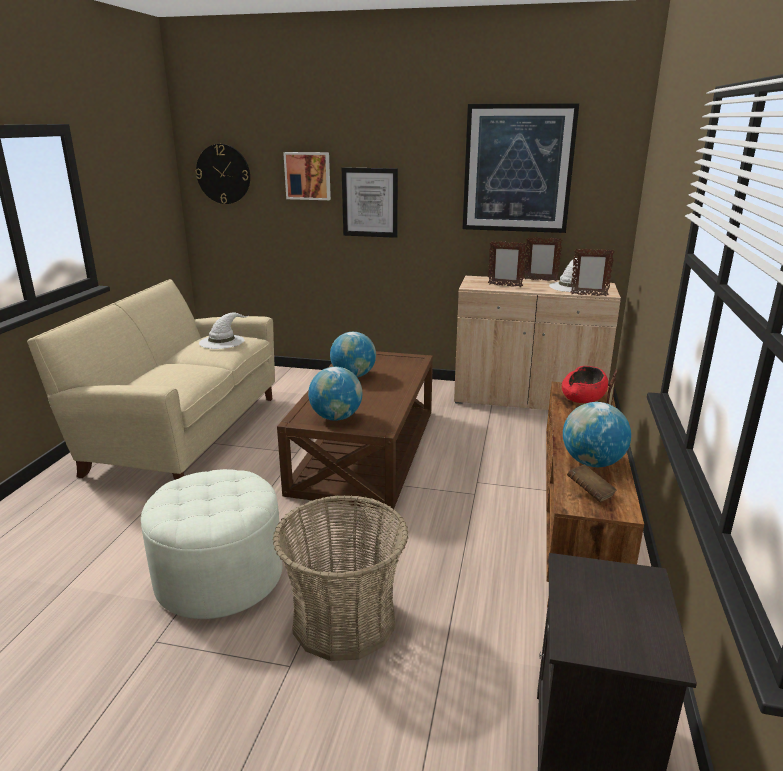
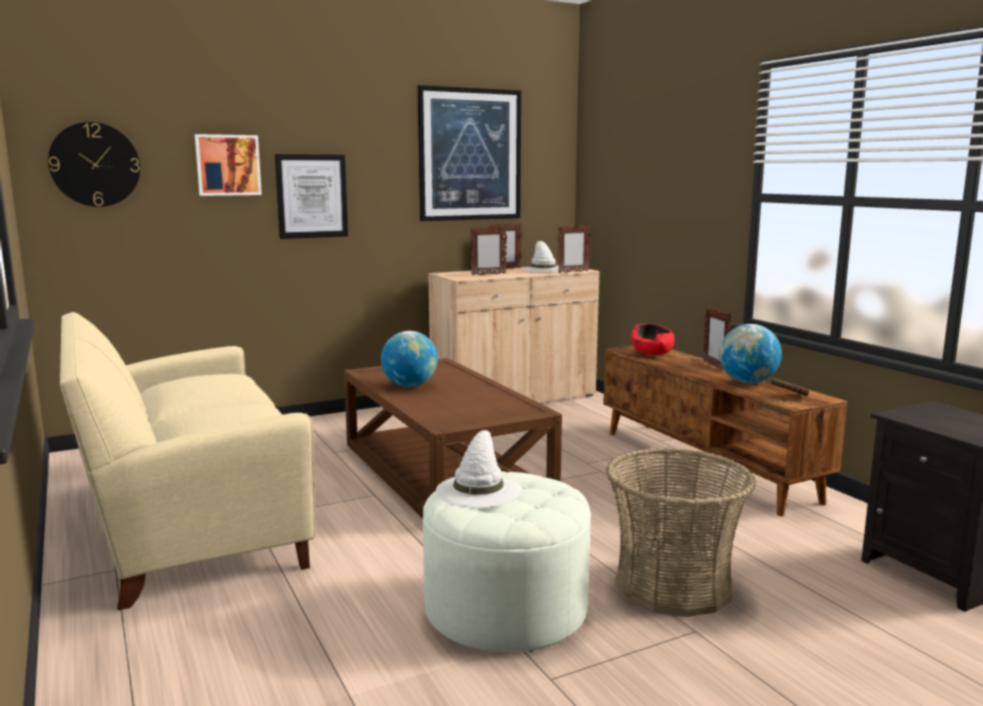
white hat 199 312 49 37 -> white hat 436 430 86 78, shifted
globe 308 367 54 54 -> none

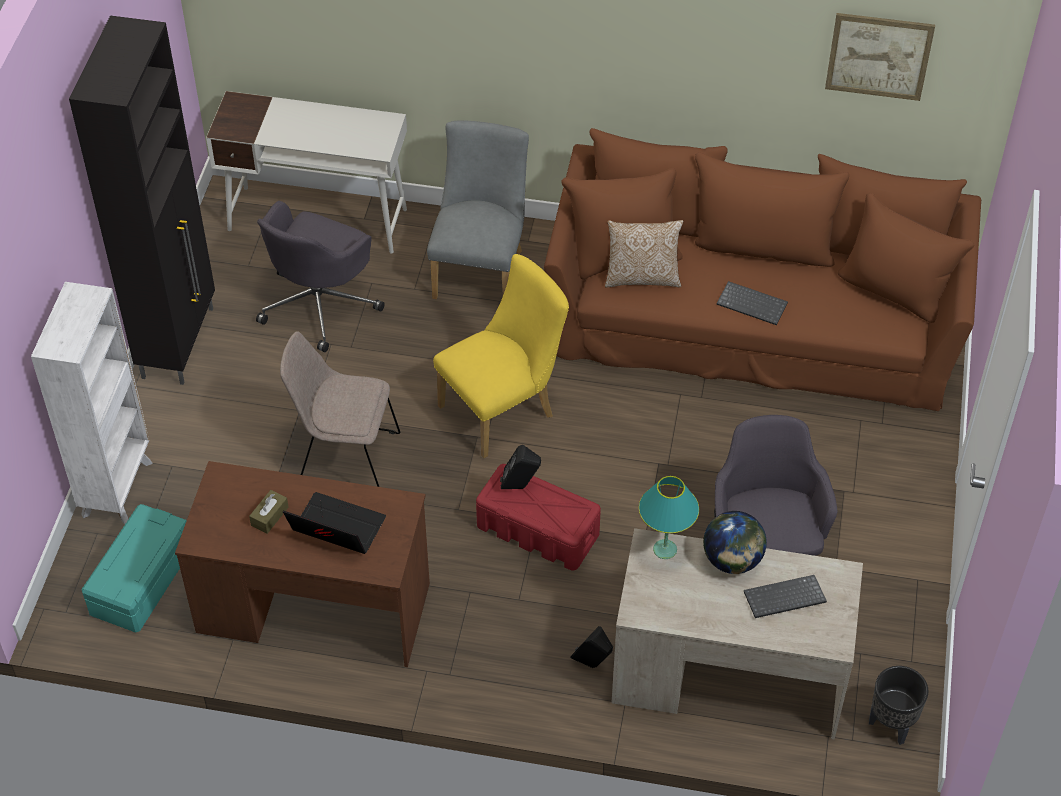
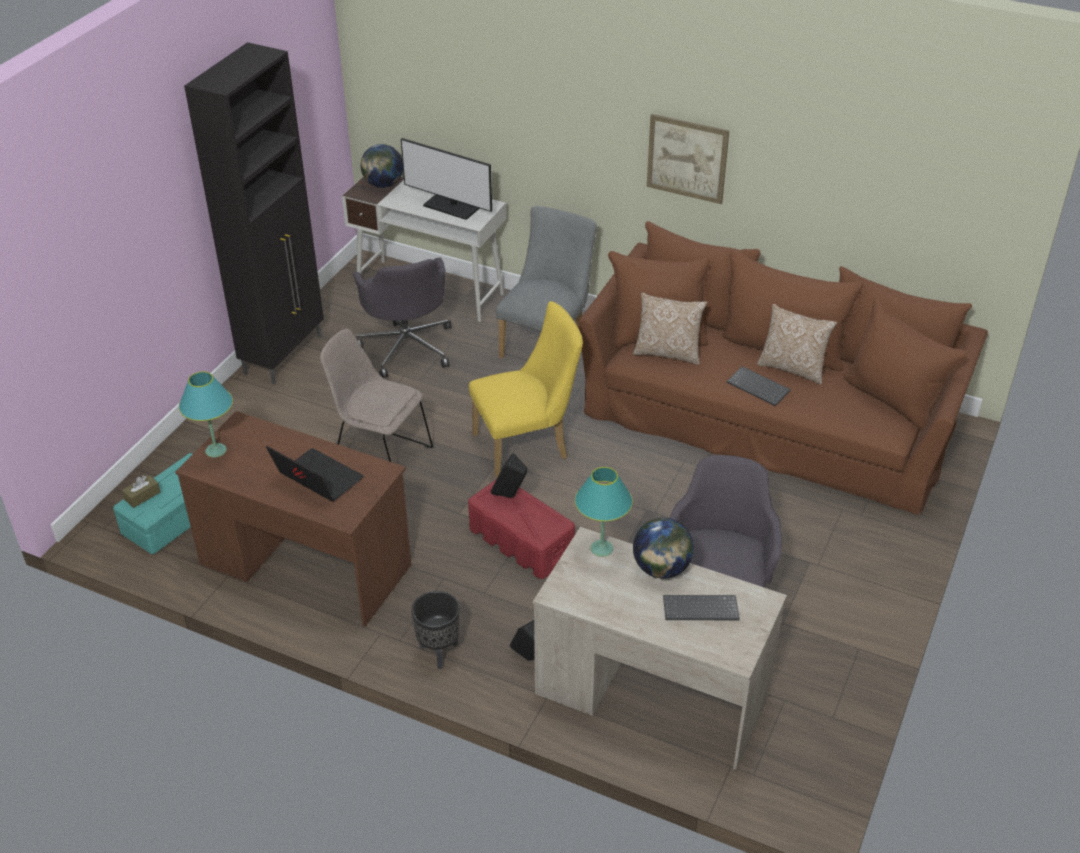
brown tissue box 249 490 40 44 -> brown tissue box 122 475 38 33, shifted
none -> turquoise table lamp 179 371 54 86
grey office chair 256 201 129 151 -> grey office chair 353 257 99 121, 60 degrees counterclockwise
none -> globe 361 144 42 44
none -> monitor 401 138 91 82
black planter 869 666 59 79 -> black planter 411 591 49 78, shifted
picture 825 13 110 88 -> picture 647 114 82 90, shifted
none -> pillow 757 304 80 81
white bookcase 31 282 122 243 -> none

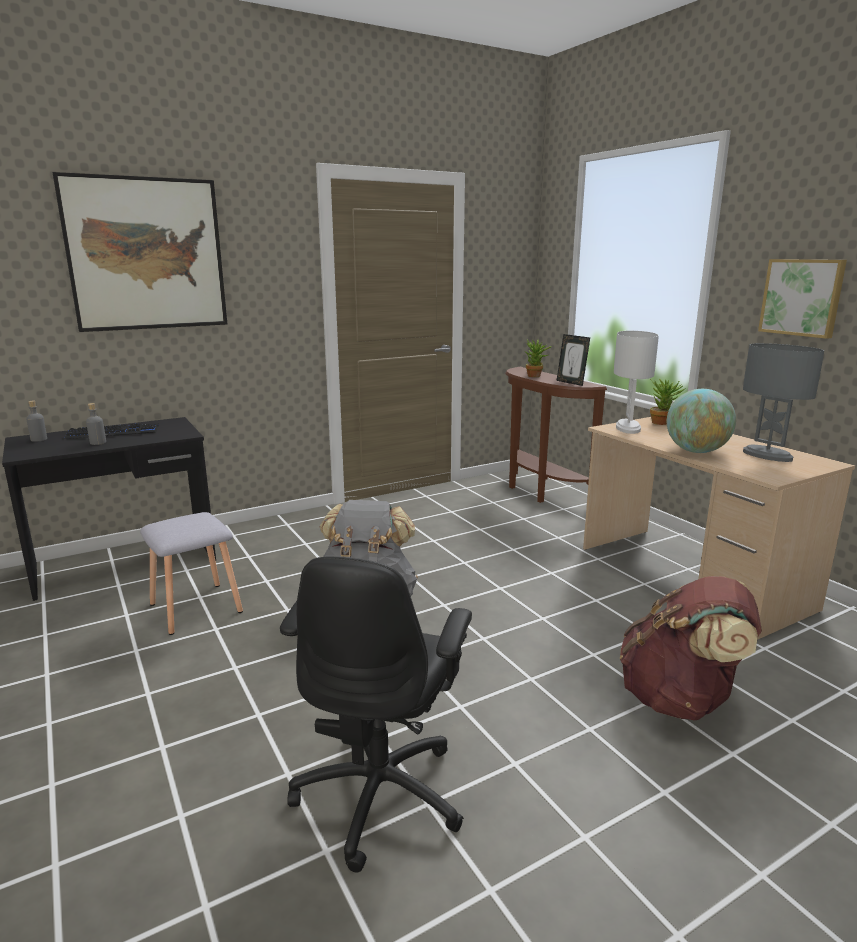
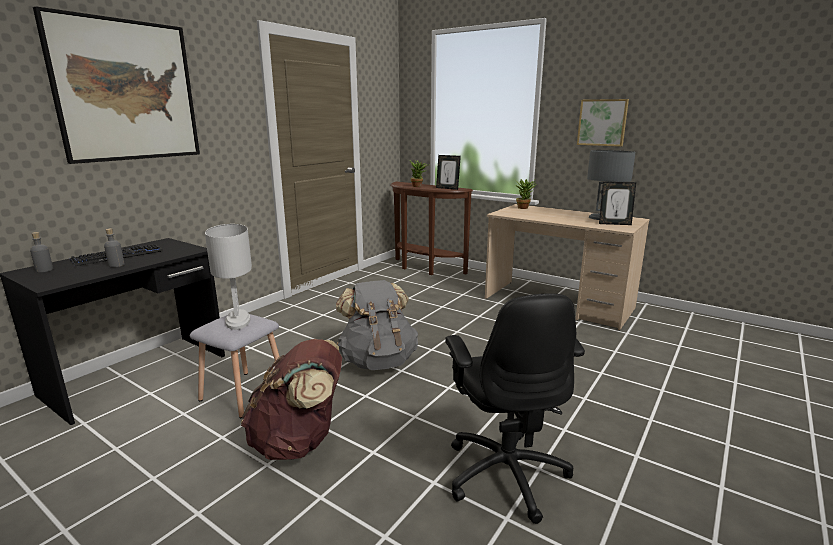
white table lamp 614 331 45 103 -> white table lamp 205 224 47 106, shifted
brown backpack 620 576 142 144 -> brown backpack 241 339 101 121, shifted
none -> picture frame 599 182 37 43
globe 667 389 69 64 -> none

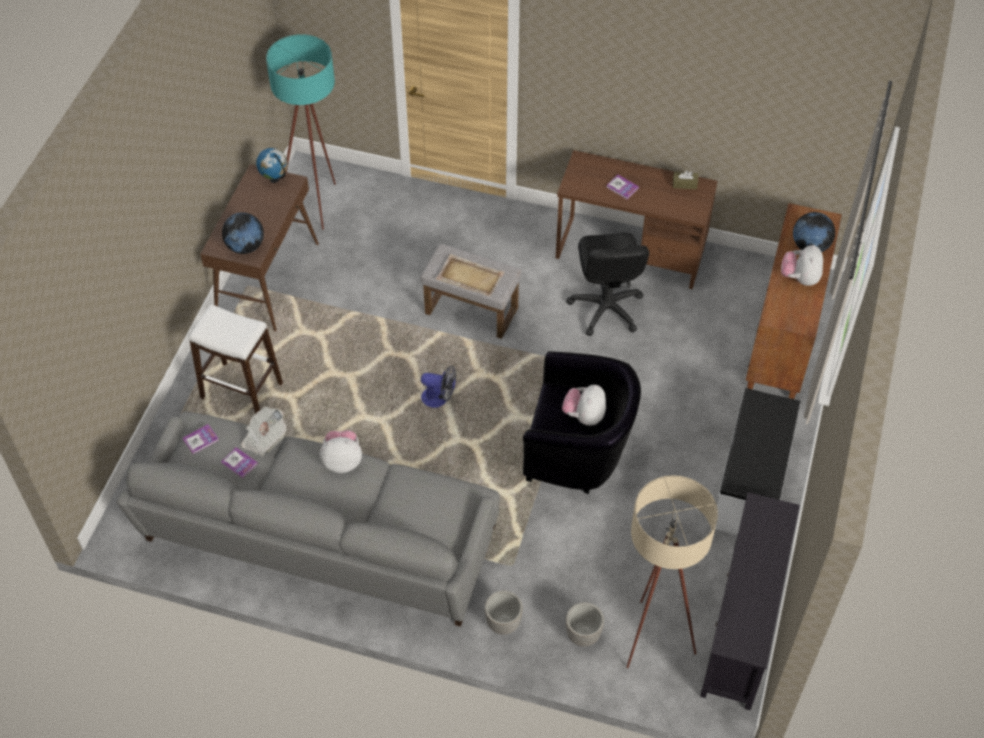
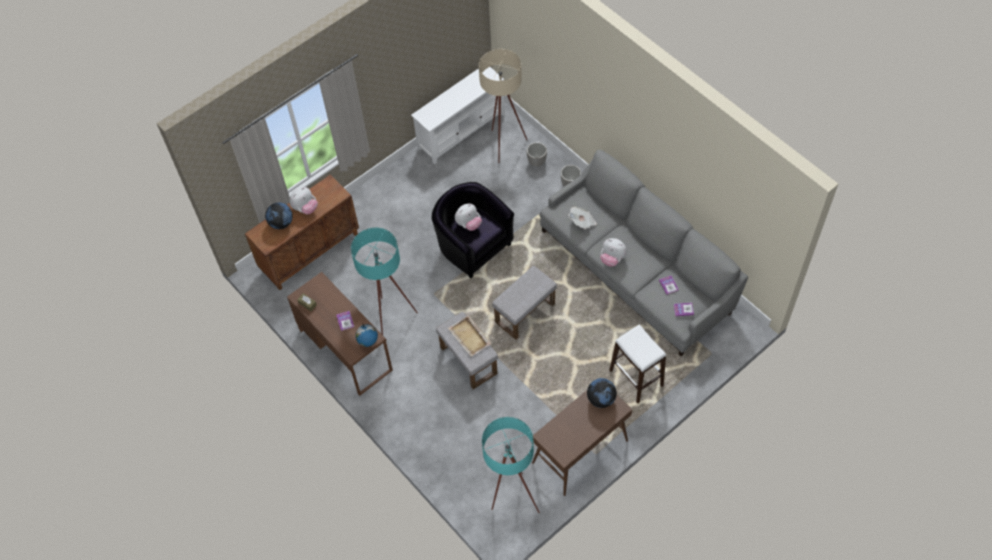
black office chair 566 233 83 103 -> turquoise floor lamp 351 227 67 108
globe 256 148 32 35 -> globe 355 324 23 23, shifted
black tv stand 700 492 100 218 -> white tv stand 411 67 93 97
fan 421 366 35 42 -> grey ottoman 492 266 65 74
newspaper 241 407 46 49 -> newspaper 568 206 29 23, shifted
white bench 715 388 86 147 -> none

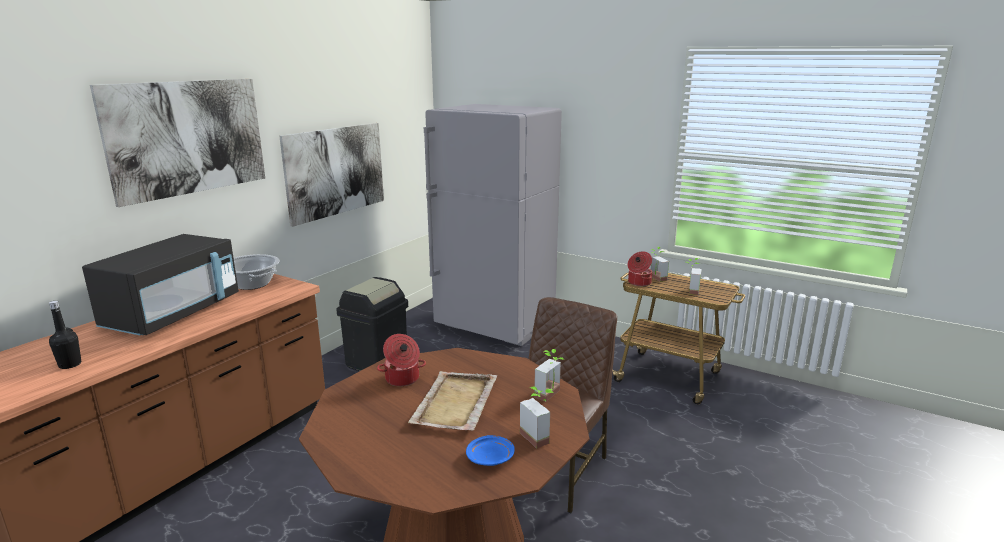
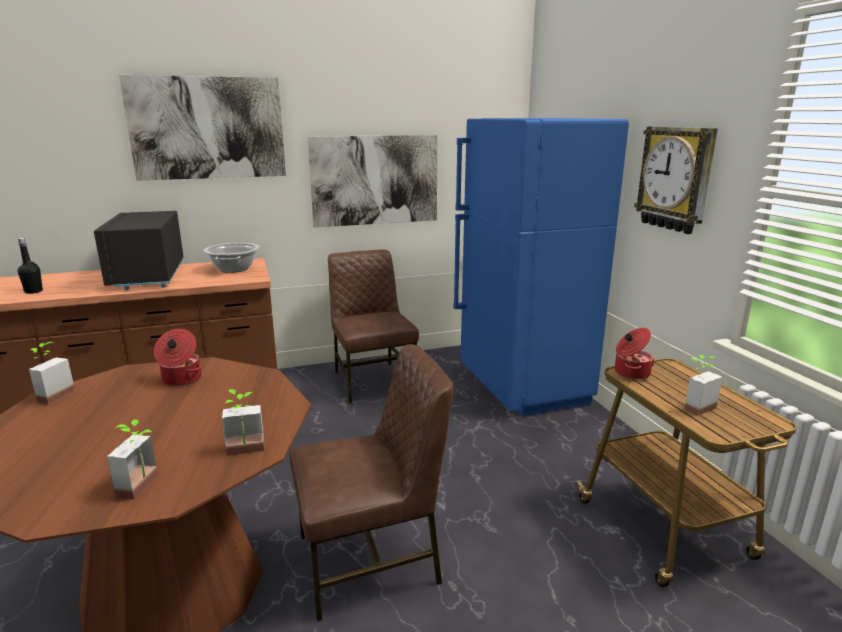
potted plant 651 247 18 35 -> potted plant 29 342 46 63, shifted
black microwave 82 234 157 101 -> black microwave 94 211 90 79, 105 degrees clockwise
black trash can 336 277 72 94 -> brown chair 328 250 91 154
grey fridge 424 104 138 242 -> blue fridge 453 118 176 298
none -> wall clock 634 126 84 108
beige tray 408 371 89 60 -> none
blue plate 466 435 49 31 -> none

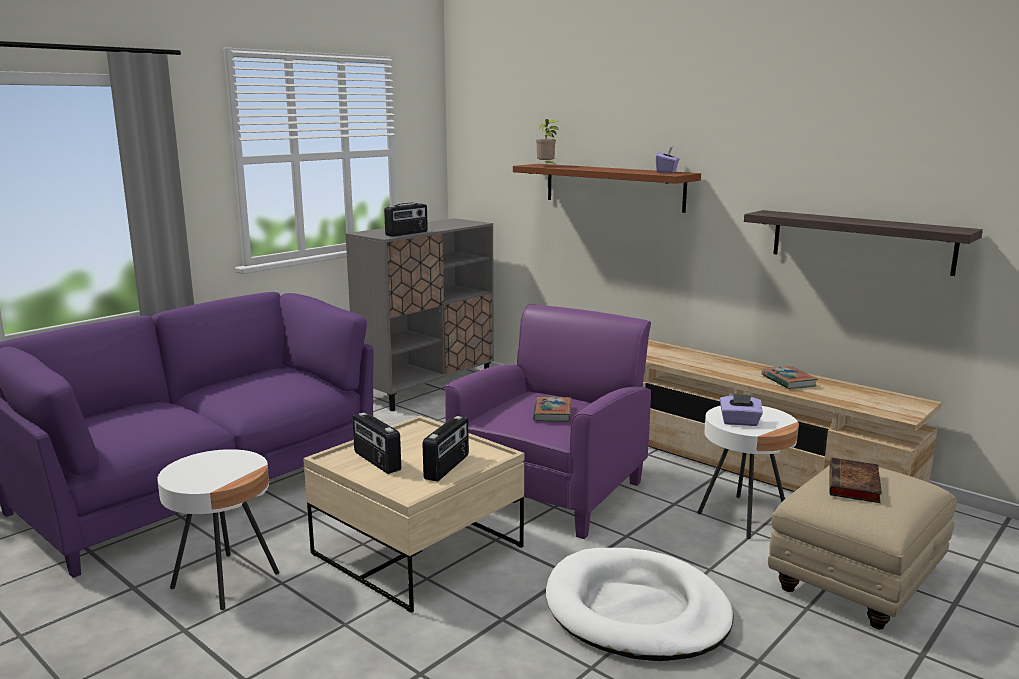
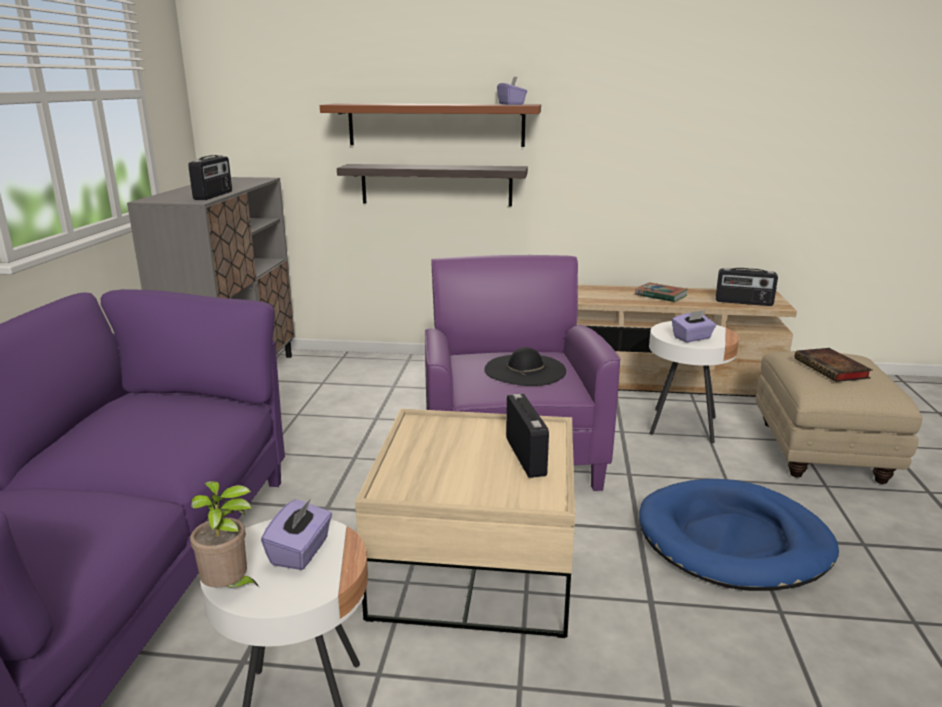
potted plant 536 119 23 47 -> potted plant 190 481 70 107, shifted
none -> purple tissue box 261 499 71 71
shelf 744 210 239 66 -> shelf 337 164 191 42, shifted
book 533 397 38 25 -> black hat 484 347 82 39
white dog bed 546 548 187 113 -> blue dog bed 639 479 200 112
radio 352 412 49 62 -> radio 716 268 62 38, shifted

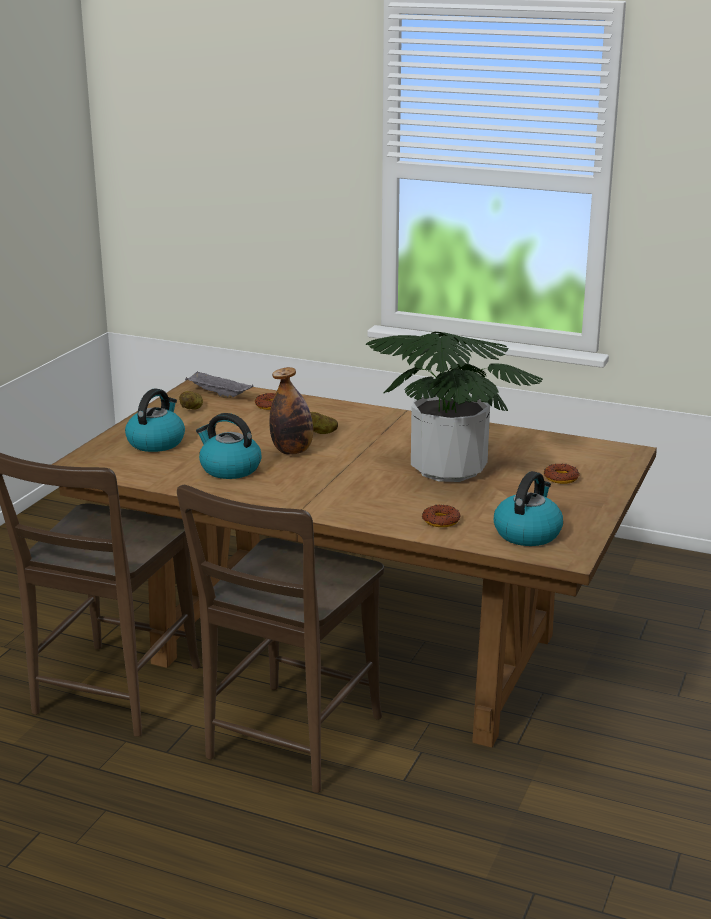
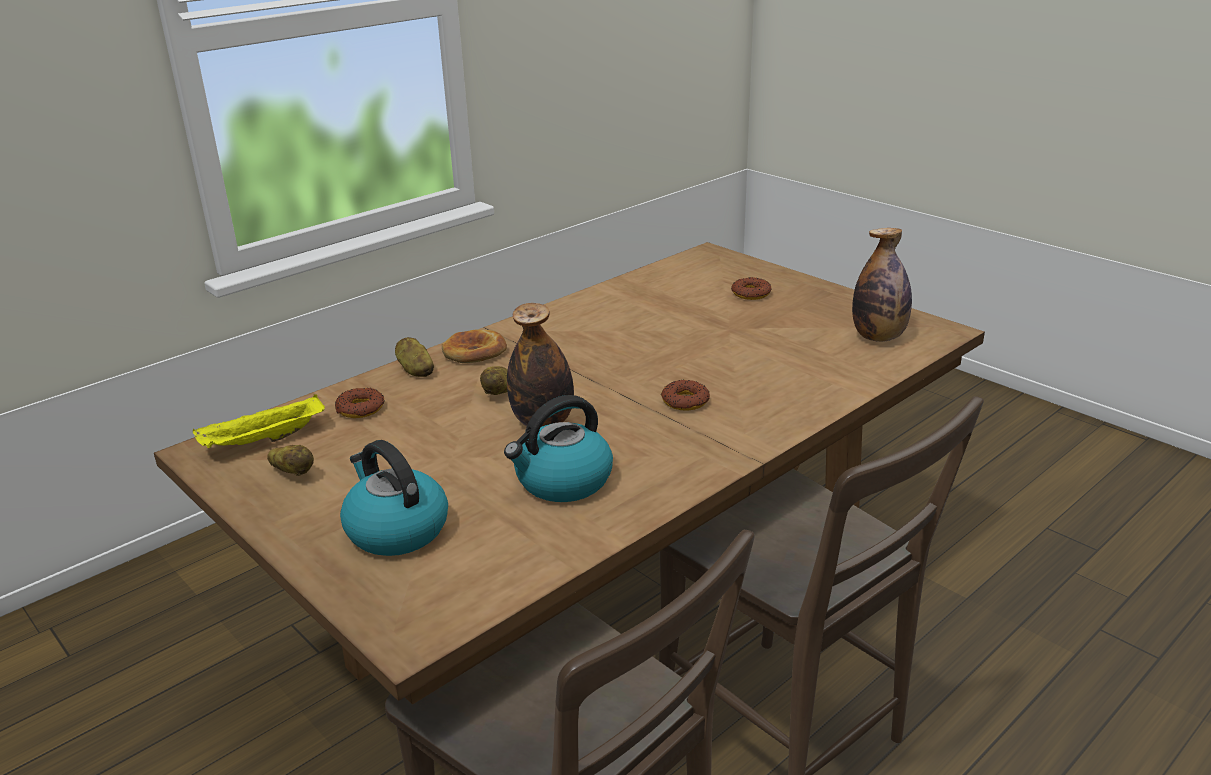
grey tray 185 371 68 27 -> yellow tray 193 394 132 54
none -> potato 395 337 39 40
none -> bread 442 330 65 33
donut 422 504 38 23 -> donut 660 380 50 31, shifted
kettle 494 471 69 75 -> bottle 852 228 60 114
potted plant 366 332 177 150 -> none

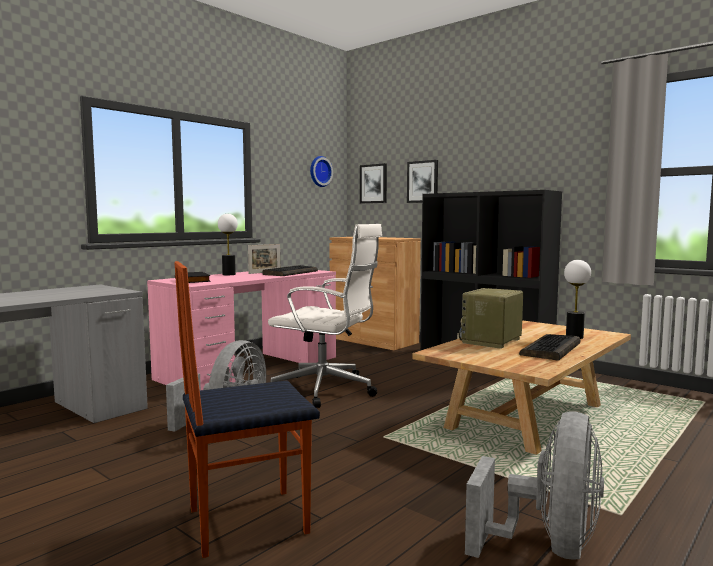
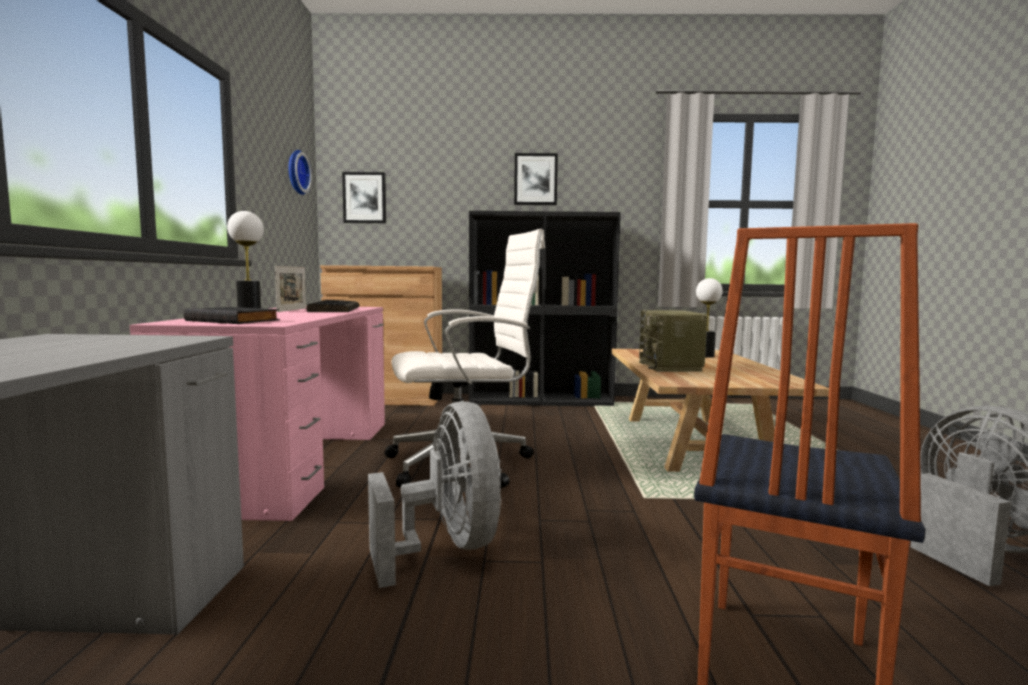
picture 407 160 31 43 -> picture 514 153 44 52, shifted
keyboard 519 334 61 27 -> none

